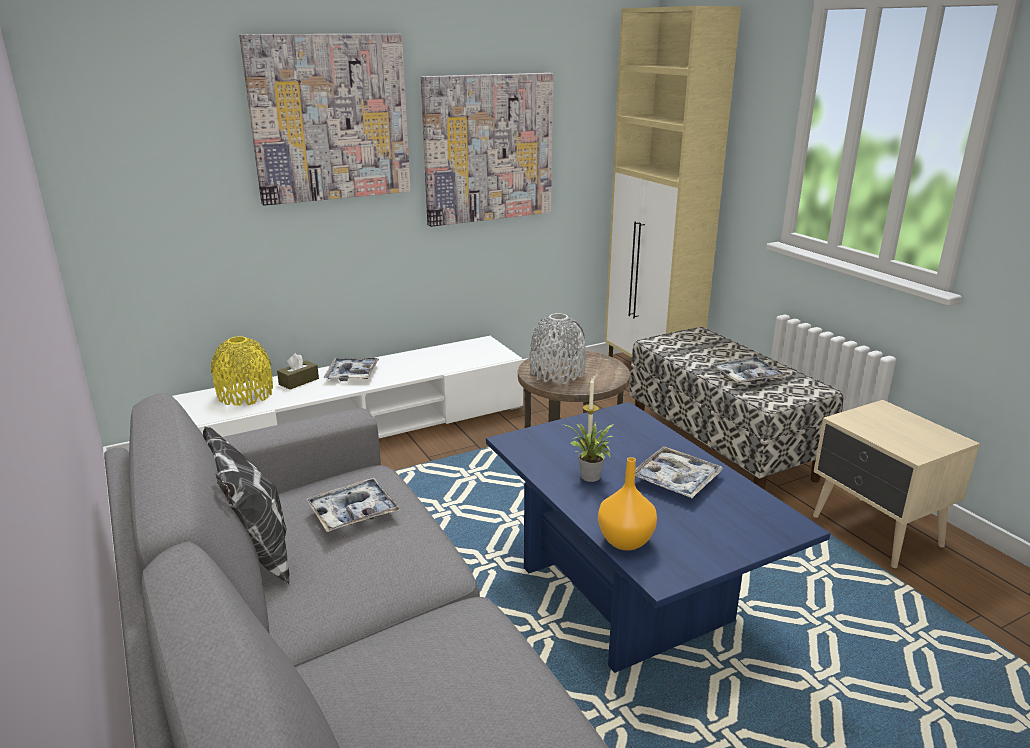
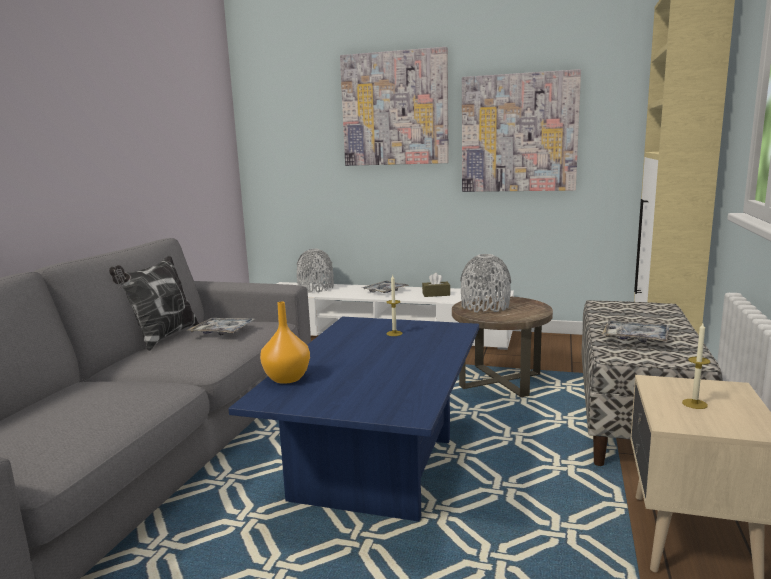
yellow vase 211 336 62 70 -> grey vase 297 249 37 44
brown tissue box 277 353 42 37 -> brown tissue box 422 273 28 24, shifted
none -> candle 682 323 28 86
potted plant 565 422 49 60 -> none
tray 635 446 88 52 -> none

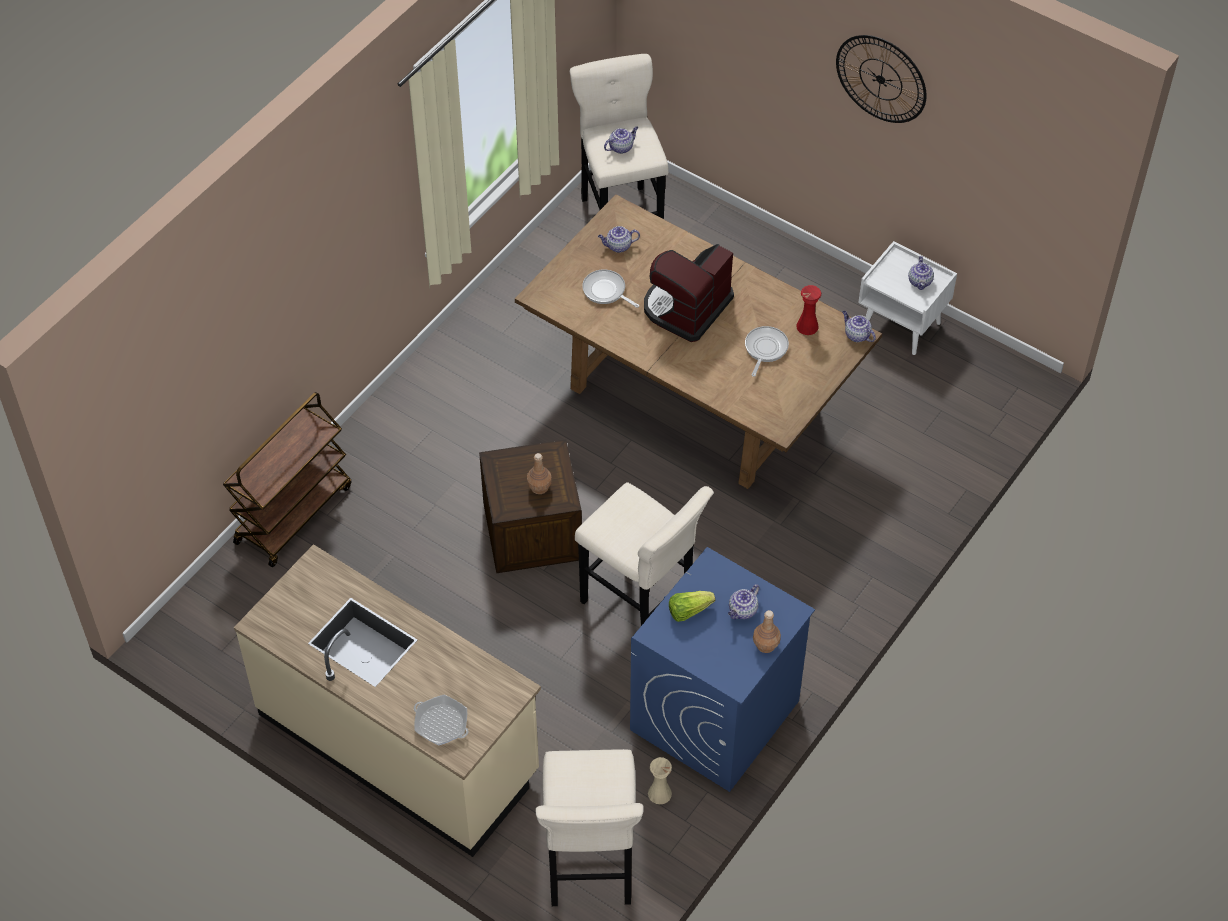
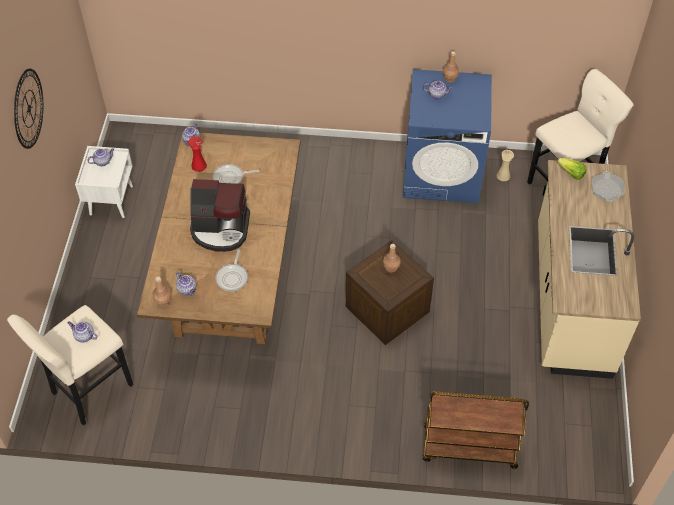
none -> brown bottle 152 277 20 29
lettuce 669 591 46 31 -> lettuce 557 158 29 22, shifted
beige stool 575 482 139 144 -> none

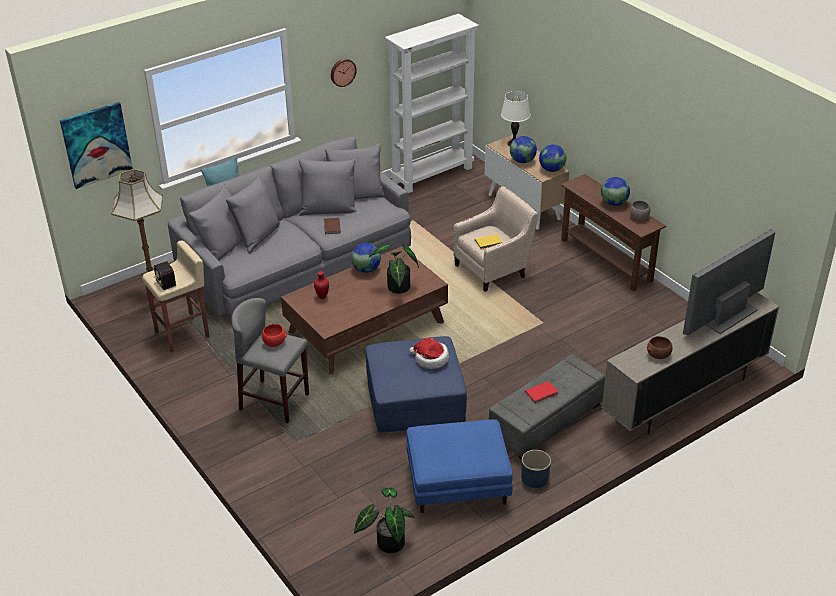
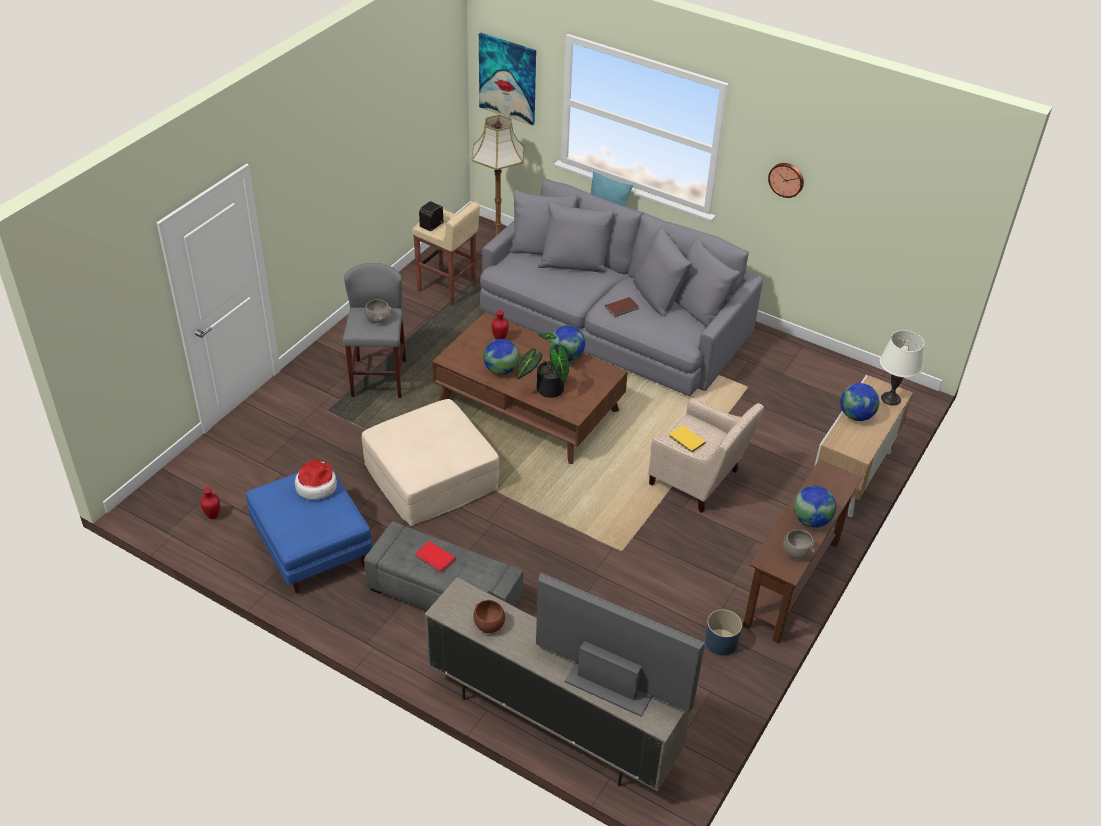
potted plant 354 488 61 65 -> red vase 200 487 20 32
hat 409 338 40 31 -> hat 295 460 42 40, shifted
blue ottoman 366 336 101 97 -> beige ottoman 362 399 137 127
red bowl 262 324 25 23 -> grey bowl 364 299 28 24
globe 539 144 28 28 -> globe 484 339 35 36, shifted
blue planter 521 450 30 38 -> blue planter 705 609 37 47, shifted
white bookcase 385 14 94 179 -> none

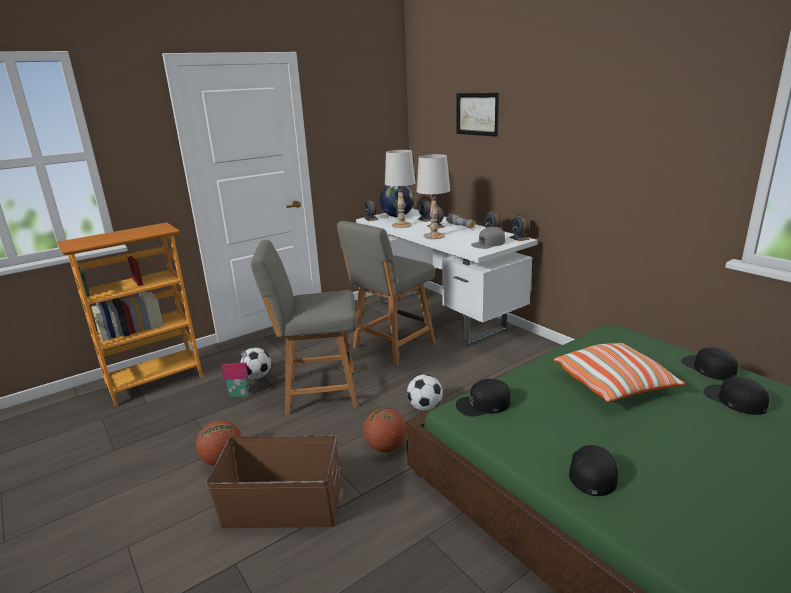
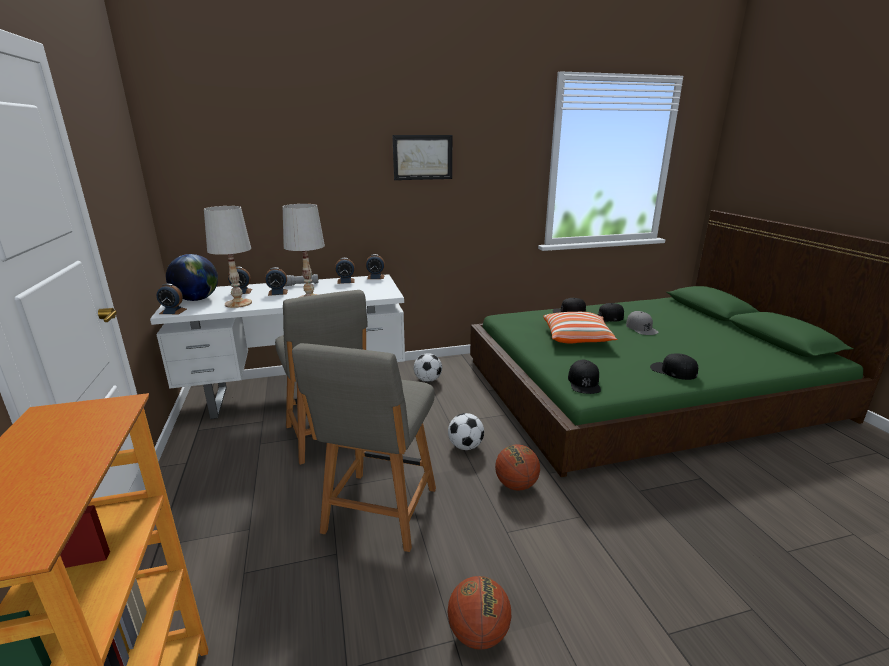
picture 457 93 42 44 -> picture 392 135 60 45, shifted
football 238 348 33 31 -> football 414 353 28 29, shifted
grey cap 471 227 34 22 -> grey cap 626 311 33 24, shifted
brown storage box 206 435 134 93 -> none
toy house 222 351 29 46 -> none

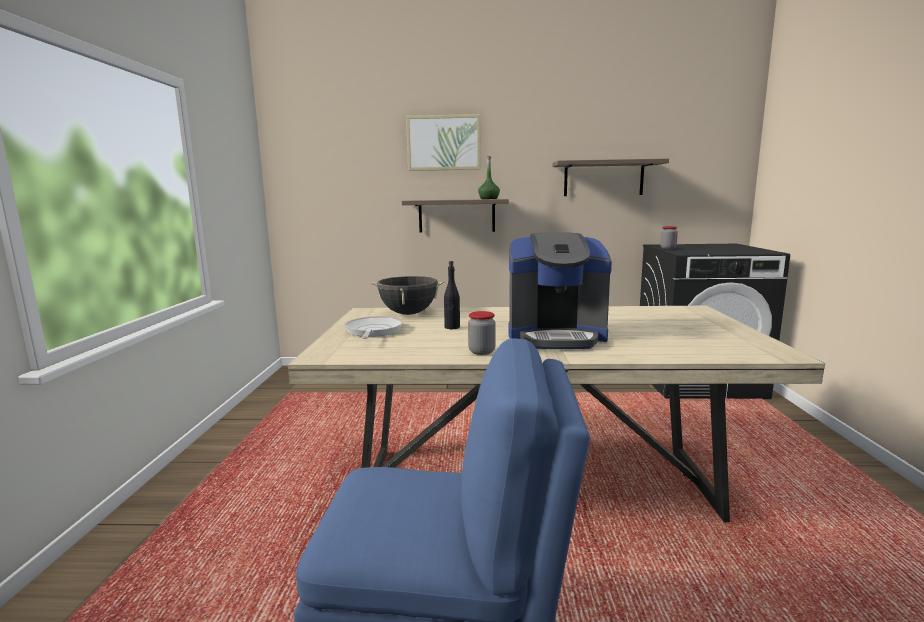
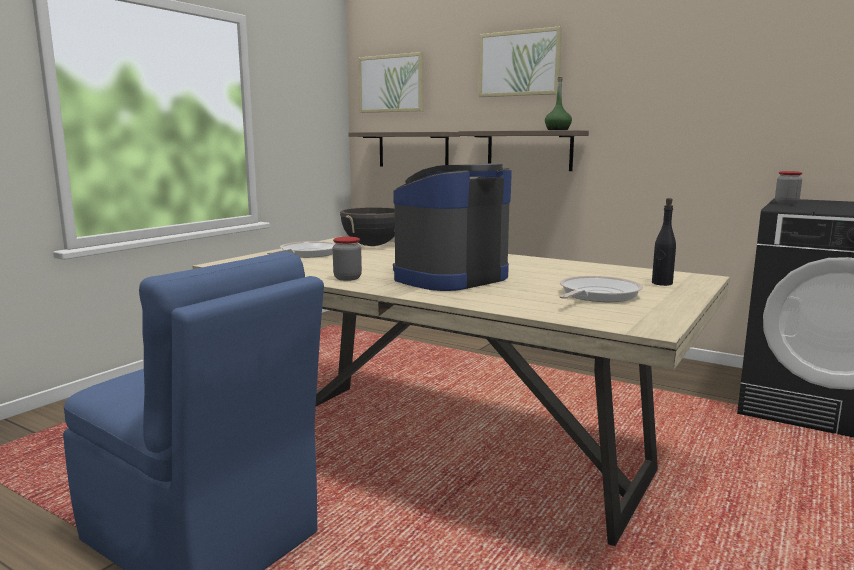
shelf 552 158 117 38 -> shelf 349 132 111 34, shifted
none -> picture 358 52 66 61
coffee machine 509 232 103 117 -> coffee machine 393 163 119 128, 105 degrees clockwise
none -> frying pan 559 276 84 26
black bottle 444 261 16 68 -> black bottle 652 198 24 88, shifted

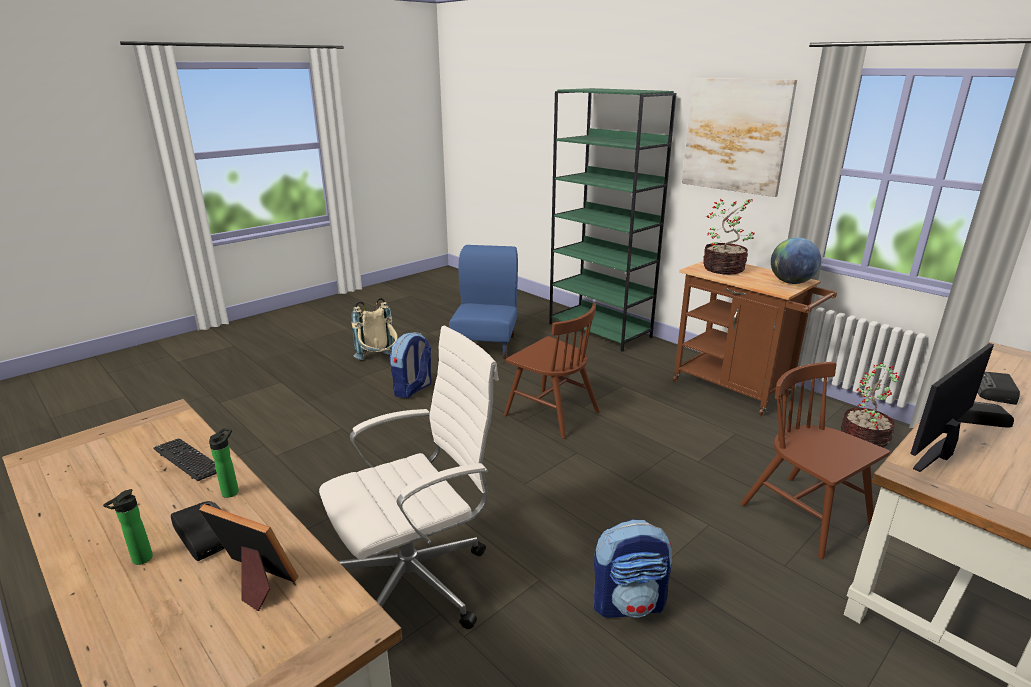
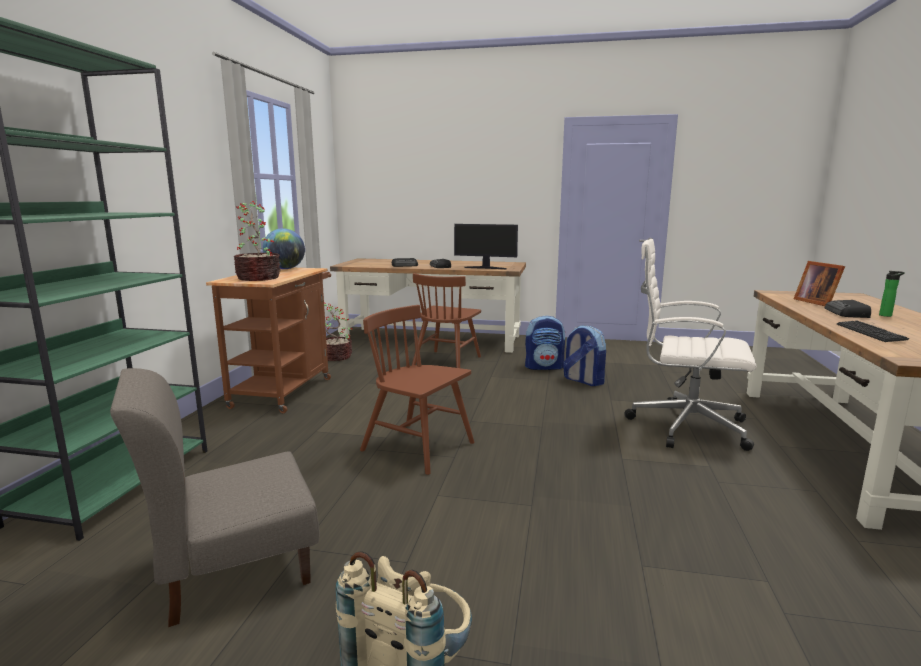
blue chair 449 245 69 114 -> grey chair 110 368 209 259
brown chair 504 302 96 137 -> brown chair 360 305 115 170, 60 degrees counterclockwise
backpack 390 332 42 66 -> backpack 525 315 40 55, shifted
bottle 209 428 30 70 -> none
picture 682 78 115 119 -> none

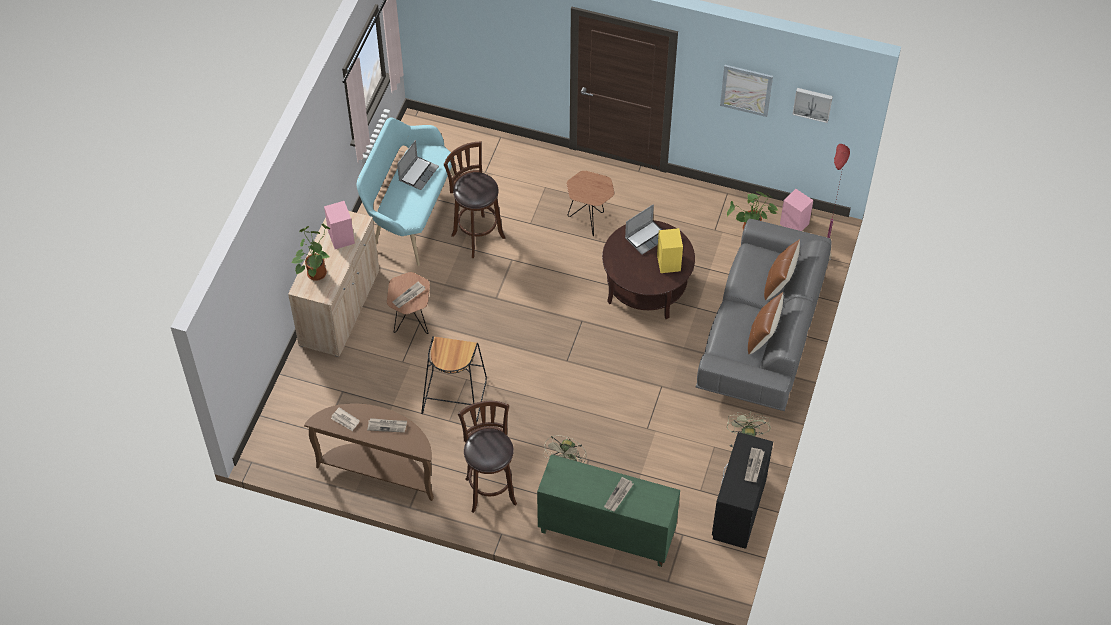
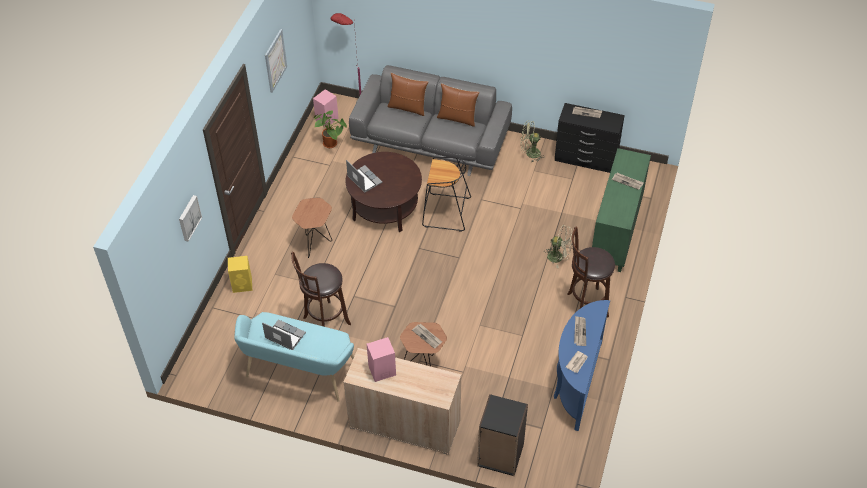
picture 792 88 41 35 -> picture 179 195 23 47, shifted
yellow speaker 657 228 26 45 -> yellow speaker 228 256 24 37, shifted
black stool 421 337 66 84 -> black stool 422 157 49 75, shifted
none -> black bookcase 477 394 51 82
brown console table 304 404 130 97 -> blue console table 554 300 56 131
potted plant 291 224 40 57 -> none

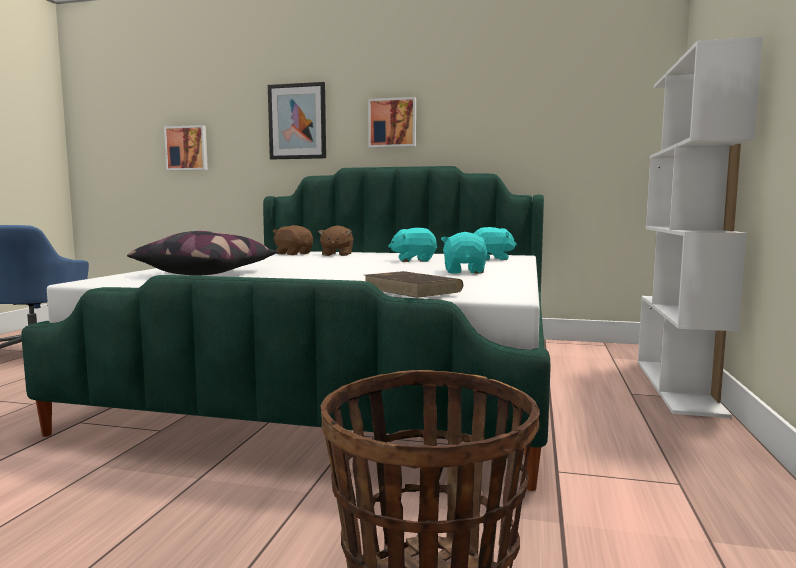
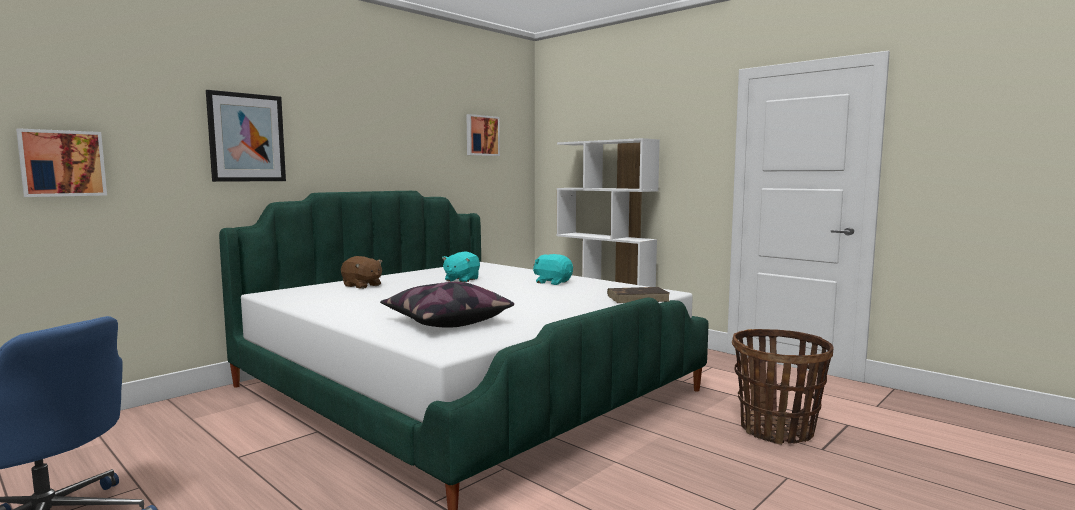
picture 368 97 48 51 -> picture 467 114 33 42, shifted
brown plush toy 273 225 40 30 -> none
turquoise plush toy 473 227 44 33 -> none

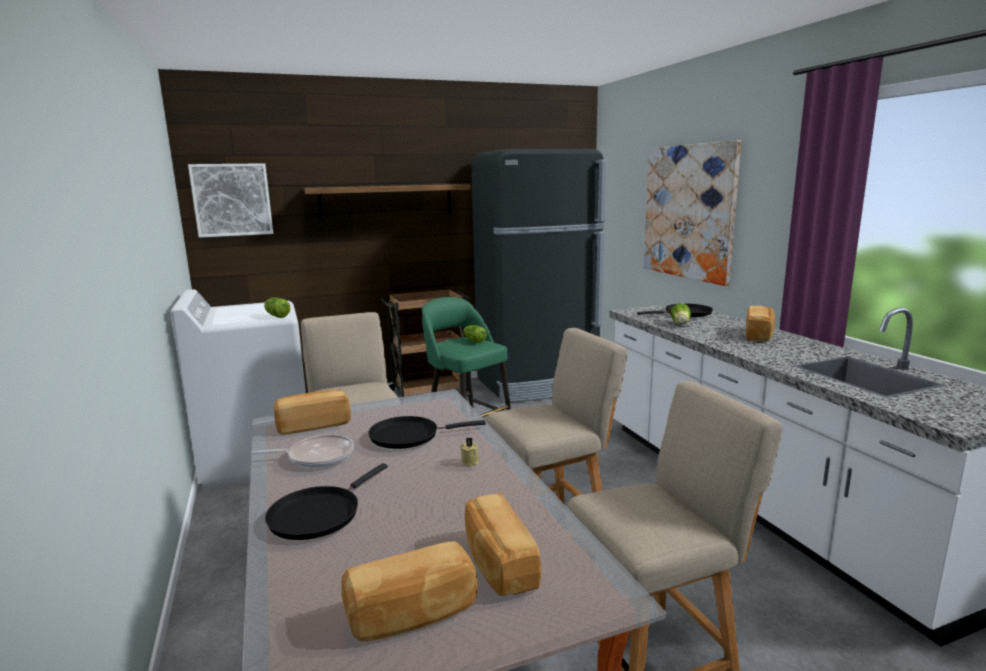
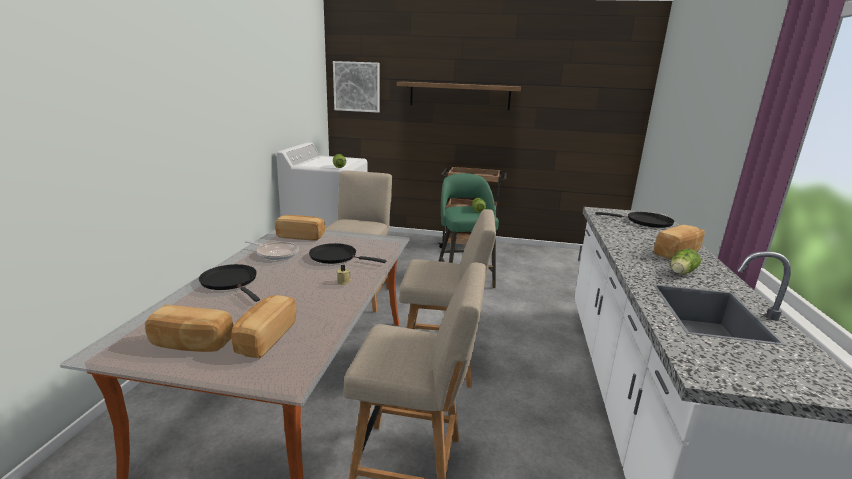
black frying pan 265 463 123 77 -> black frying pan 199 264 61 38, 75 degrees clockwise
lettuce 670 303 21 22 -> lettuce 670 249 31 26, shifted
black fridge 472 149 135 254 -> none
picture 644 140 97 146 -> none

